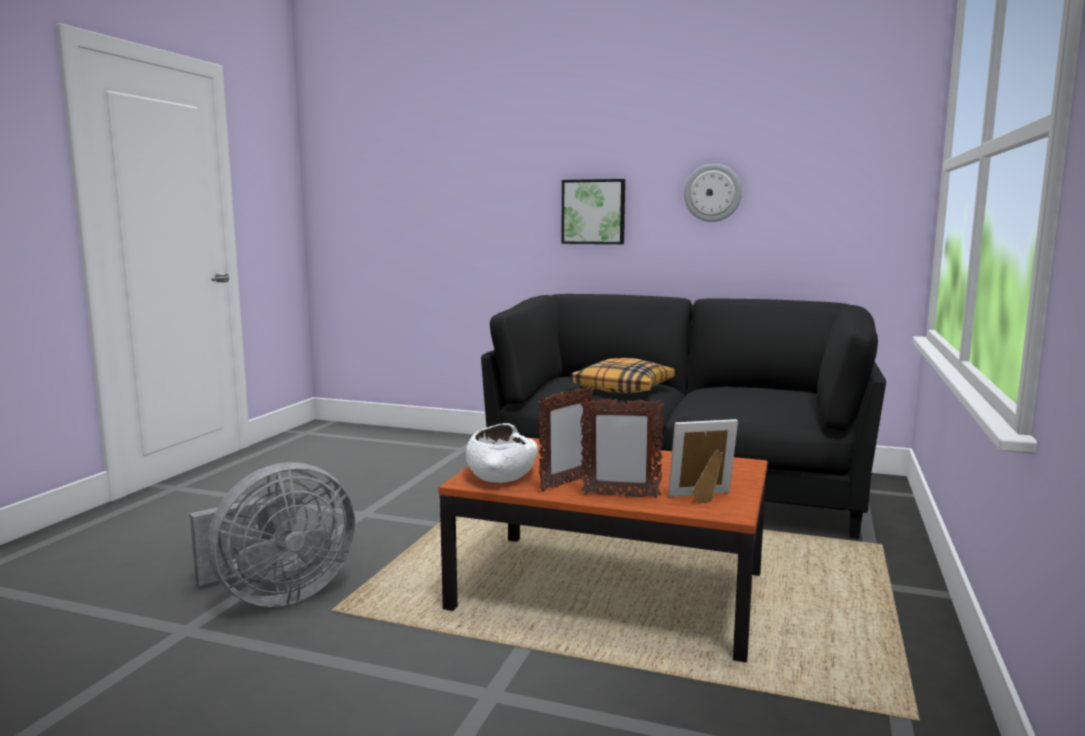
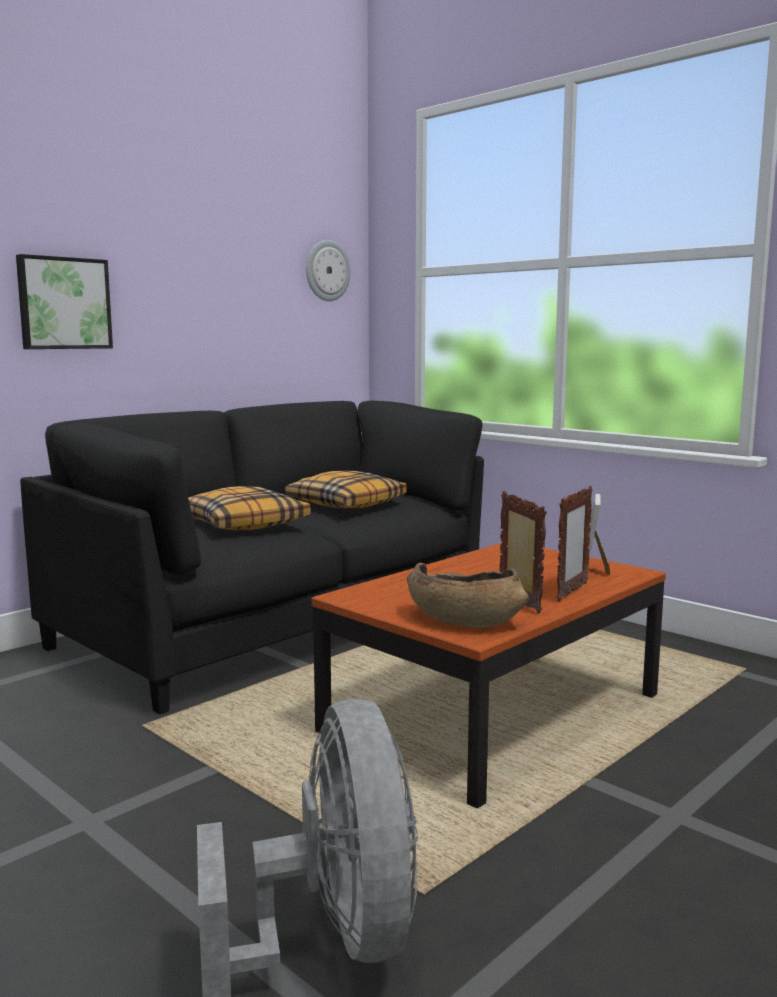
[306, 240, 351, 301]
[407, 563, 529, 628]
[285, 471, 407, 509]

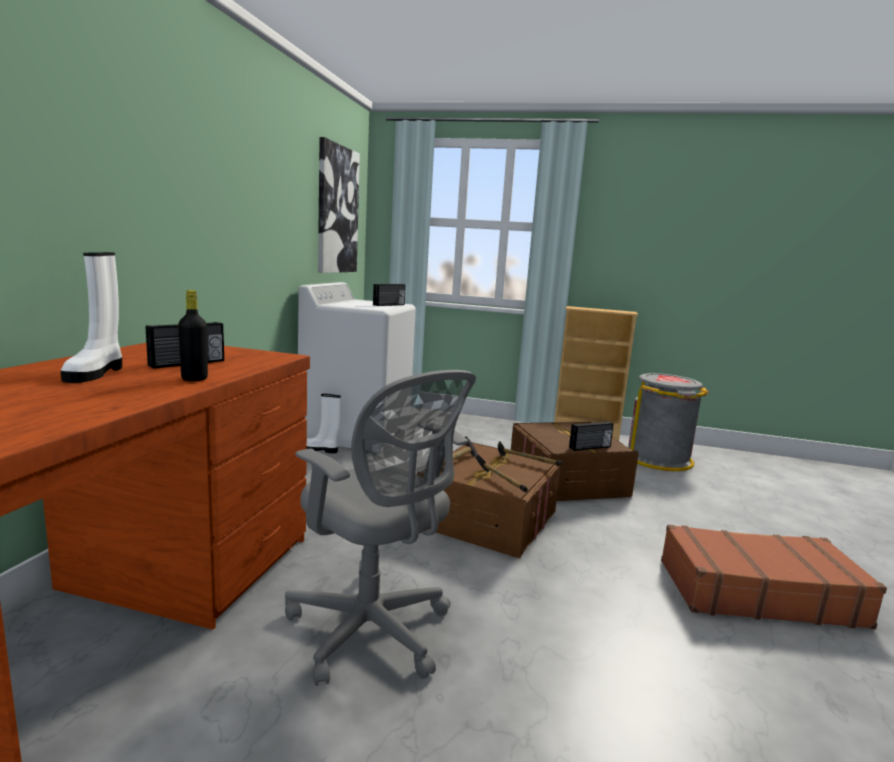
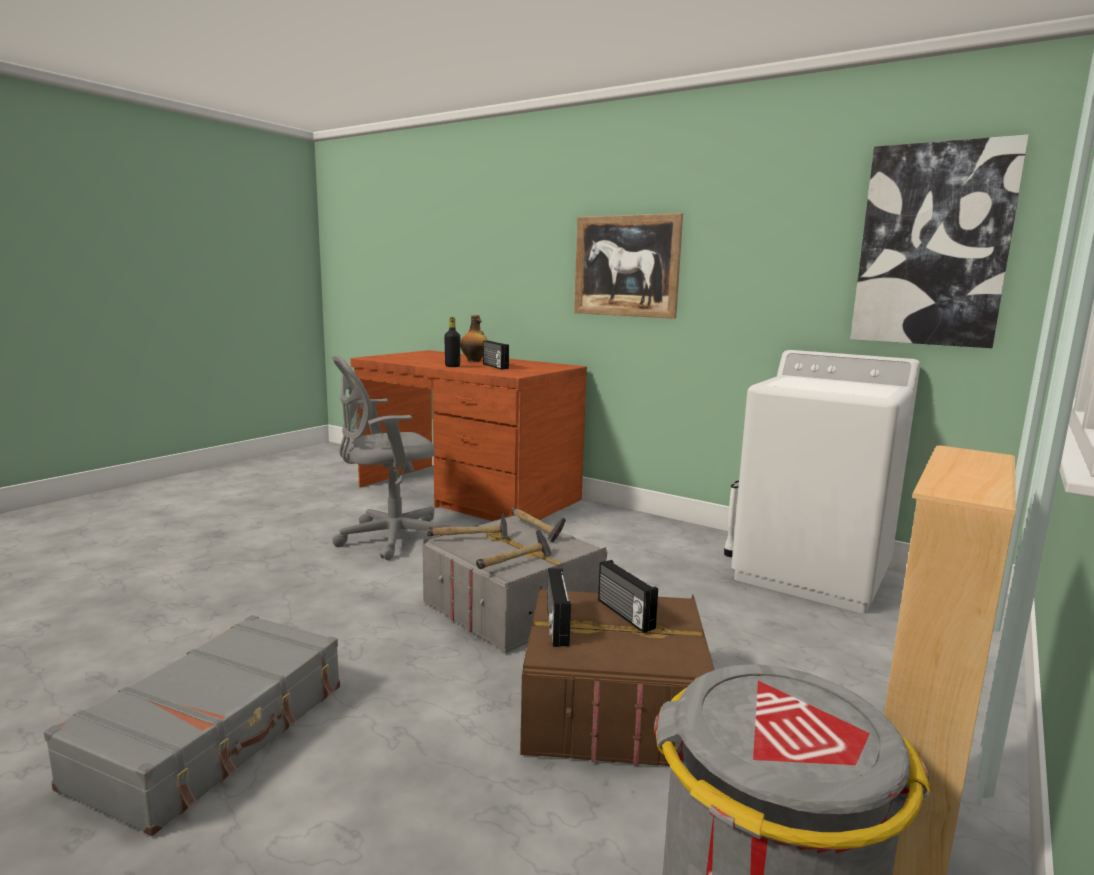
[460, 315, 488, 362]
[598, 560, 658, 633]
[422, 515, 607, 653]
[43, 615, 340, 836]
[574, 213, 683, 319]

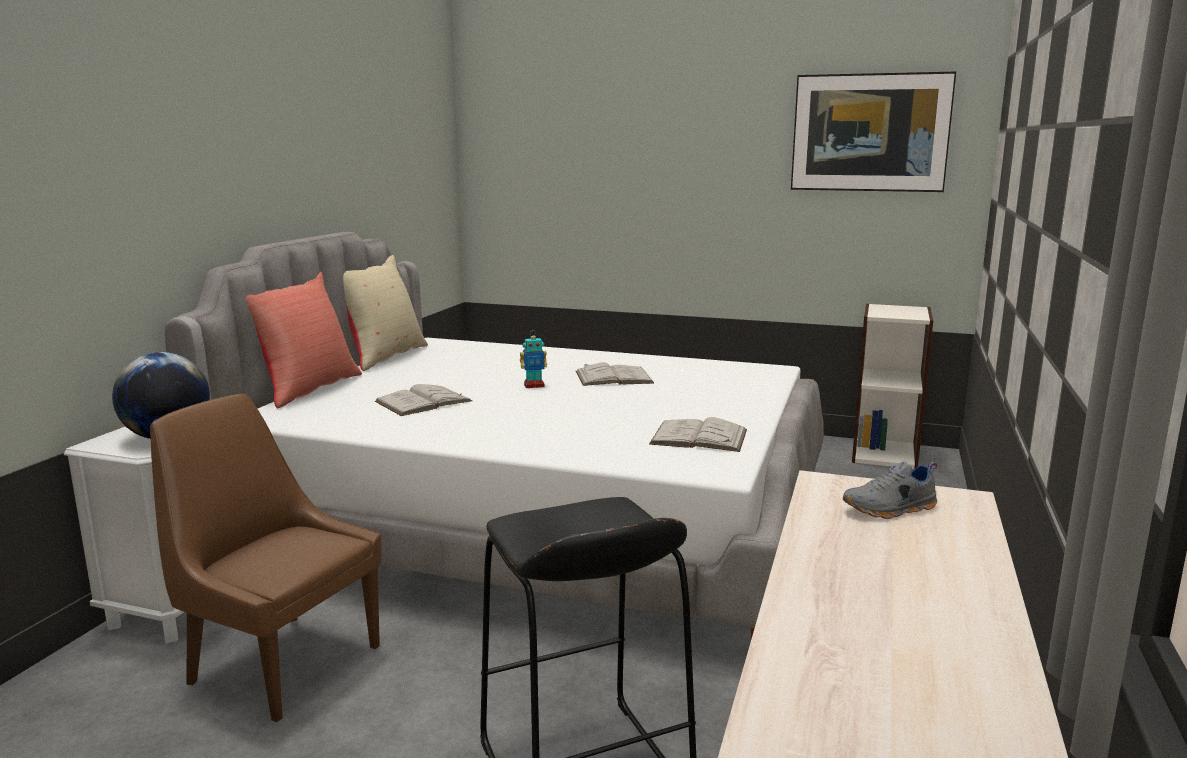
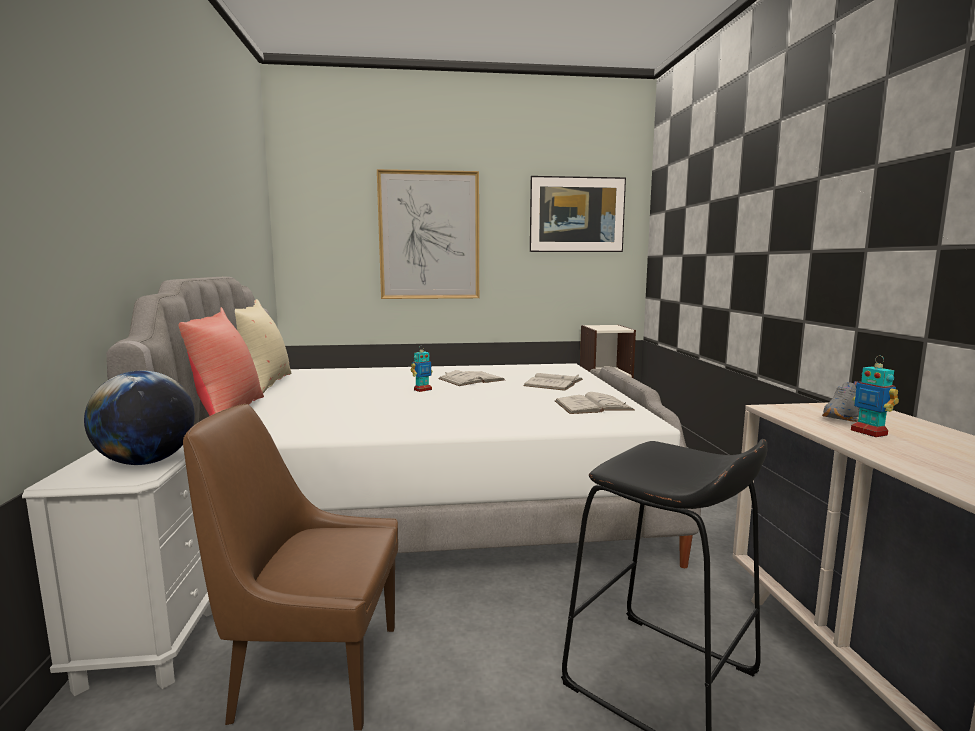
[523, 373, 583, 391]
[377, 169, 479, 299]
[851, 356, 899, 437]

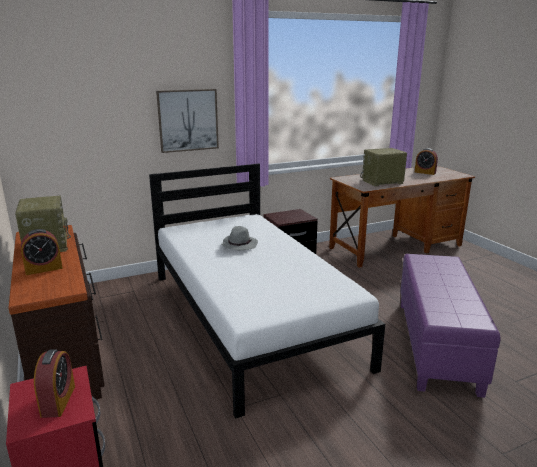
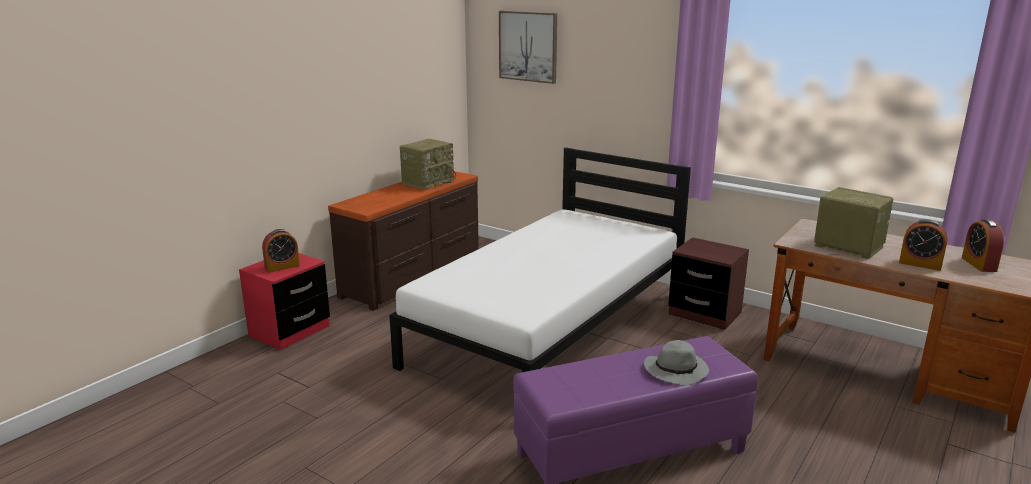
[499, 11, 557, 84]
[644, 340, 709, 386]
[899, 219, 948, 271]

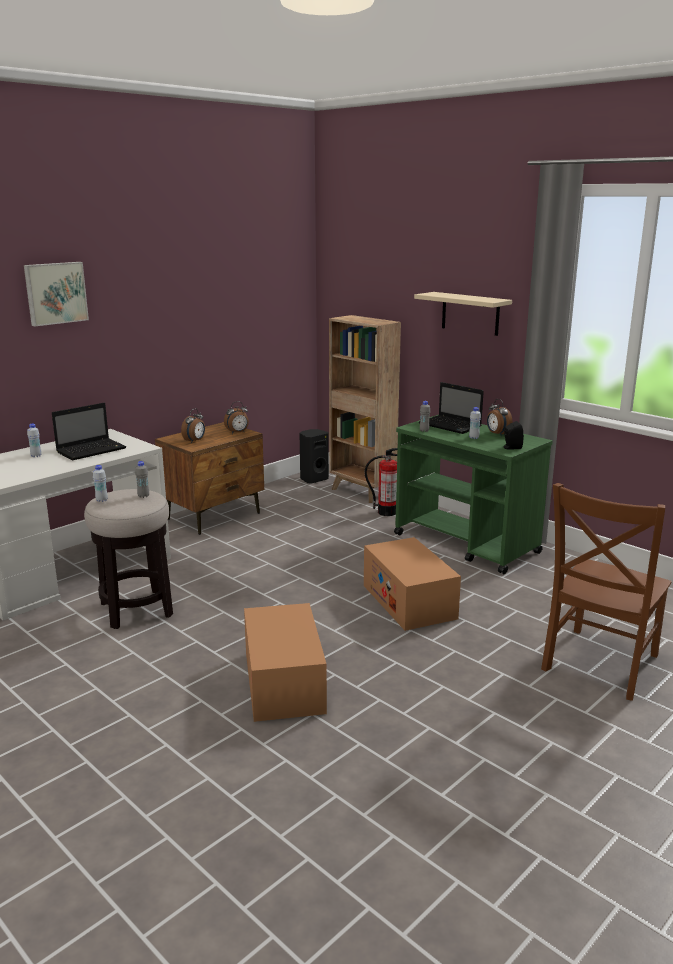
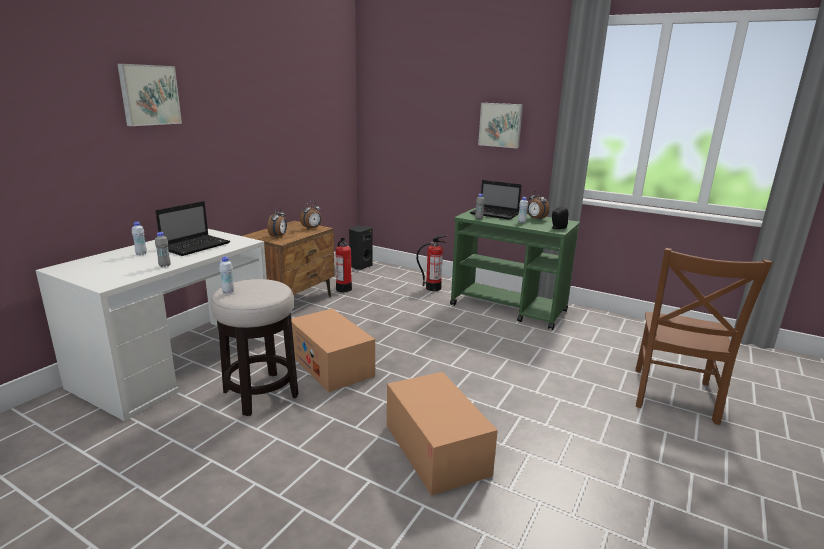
[478, 103, 523, 148]
[329, 315, 401, 503] (first image)
[155, 232, 171, 267]
[291, 308, 375, 392]
[335, 238, 352, 292]

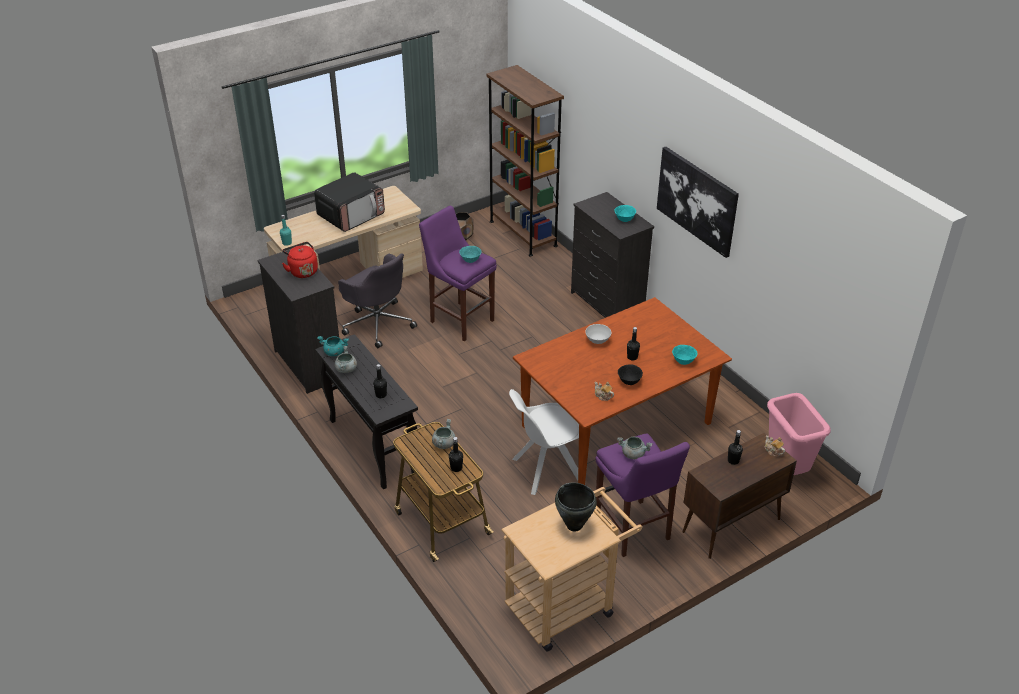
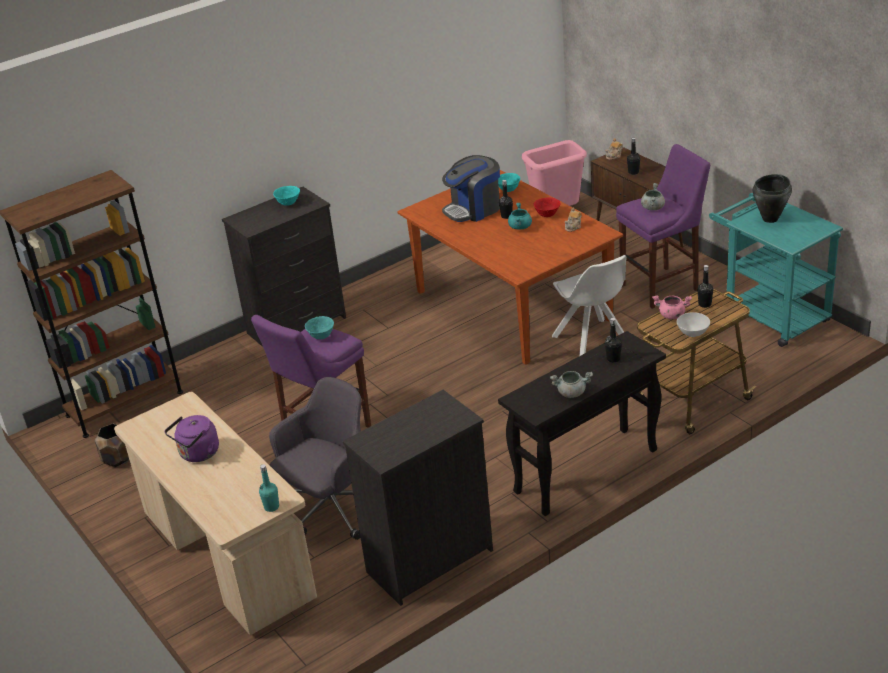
[657, 147, 739, 258] (first image)
[165, 415, 219, 462]
[282, 242, 318, 278] (first image)
[677, 312, 710, 337]
[508, 203, 532, 229]
[534, 197, 560, 217]
[652, 296, 692, 319]
[709, 193, 843, 347]
[442, 155, 500, 222]

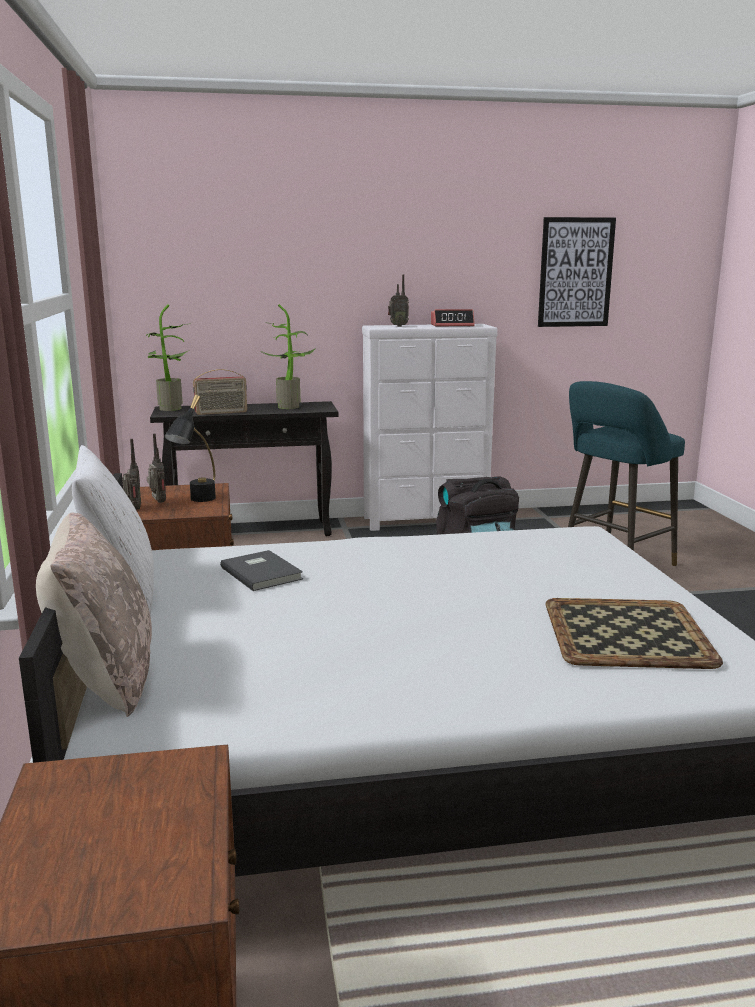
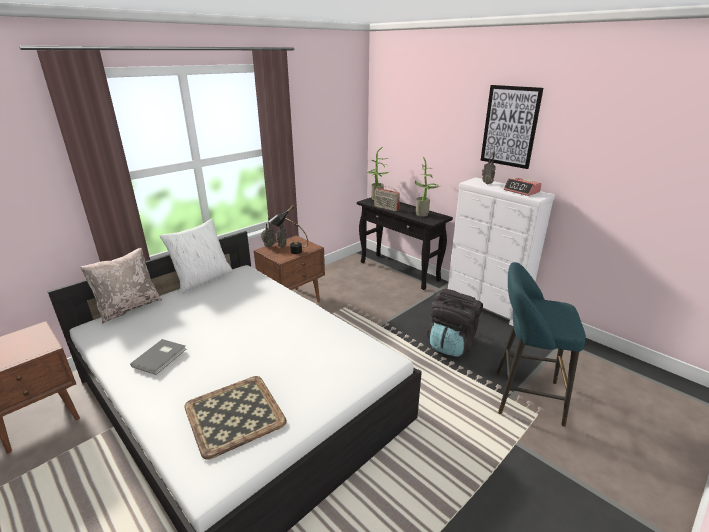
[481, 85, 543, 169]
[130, 339, 186, 375]

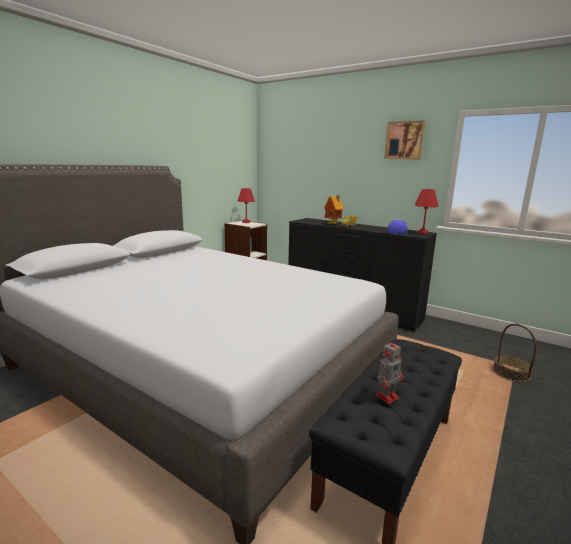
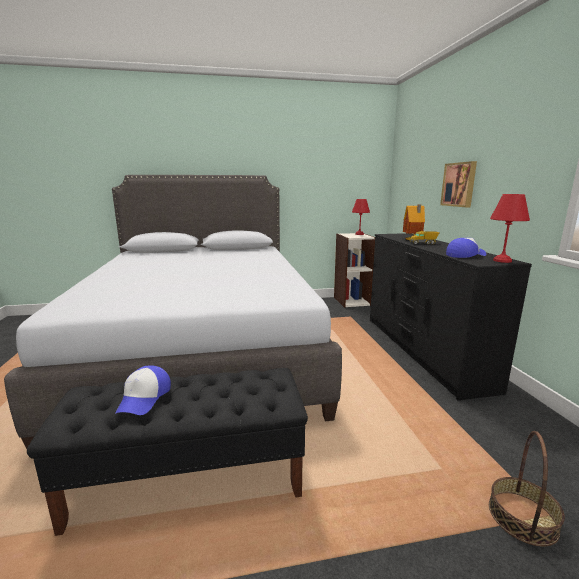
[440, 161, 477, 207]
[116, 365, 171, 415]

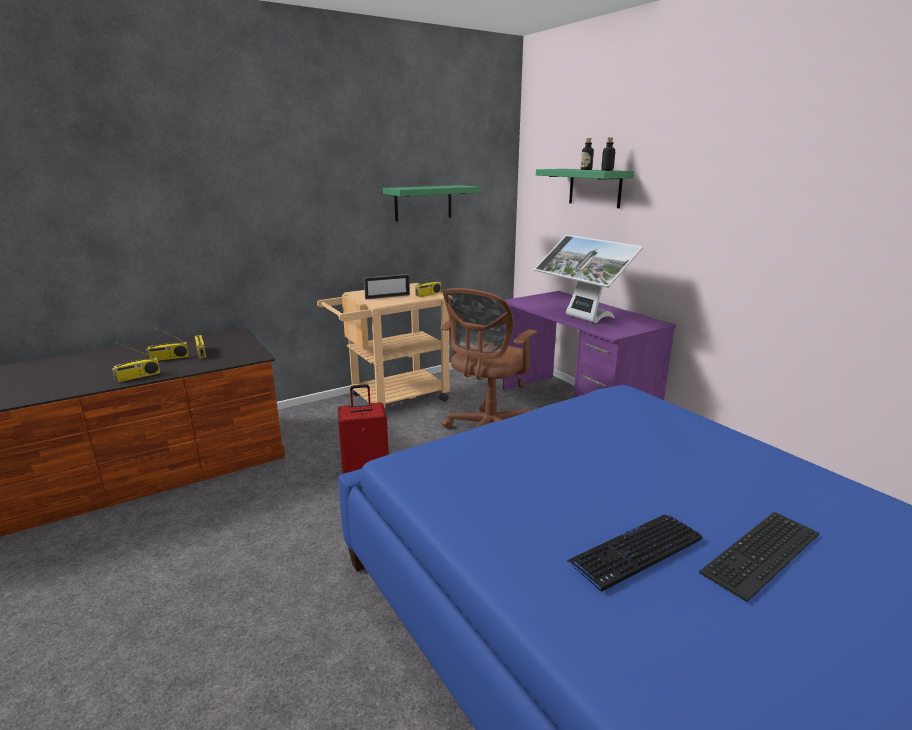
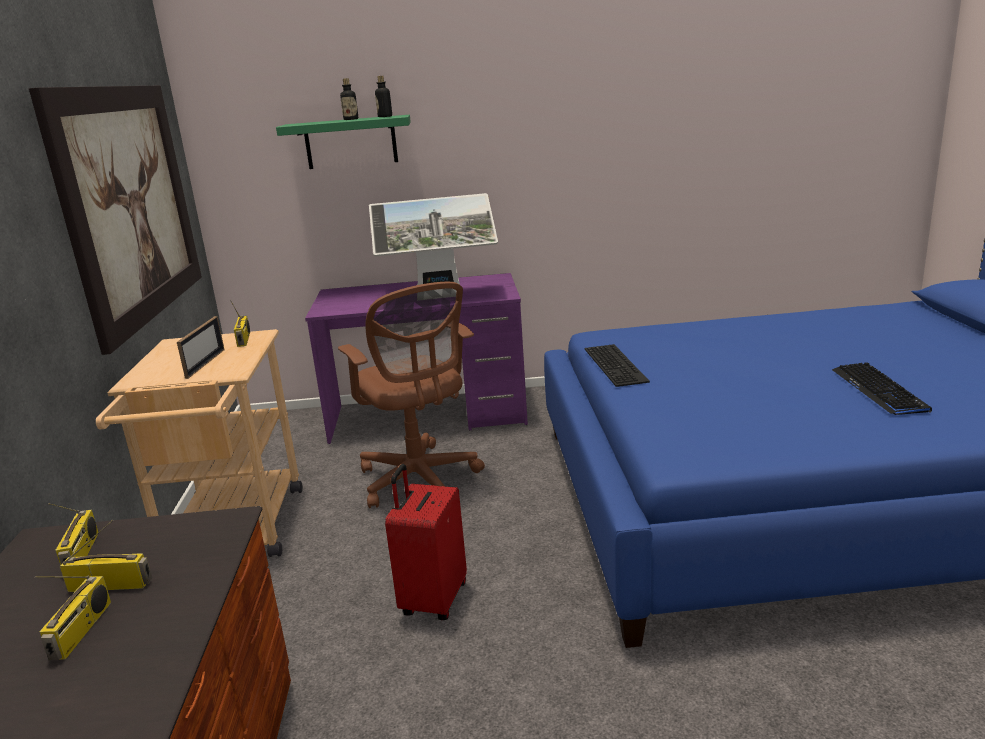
[29, 86, 202, 355]
[48, 503, 99, 565]
[585, 344, 650, 387]

